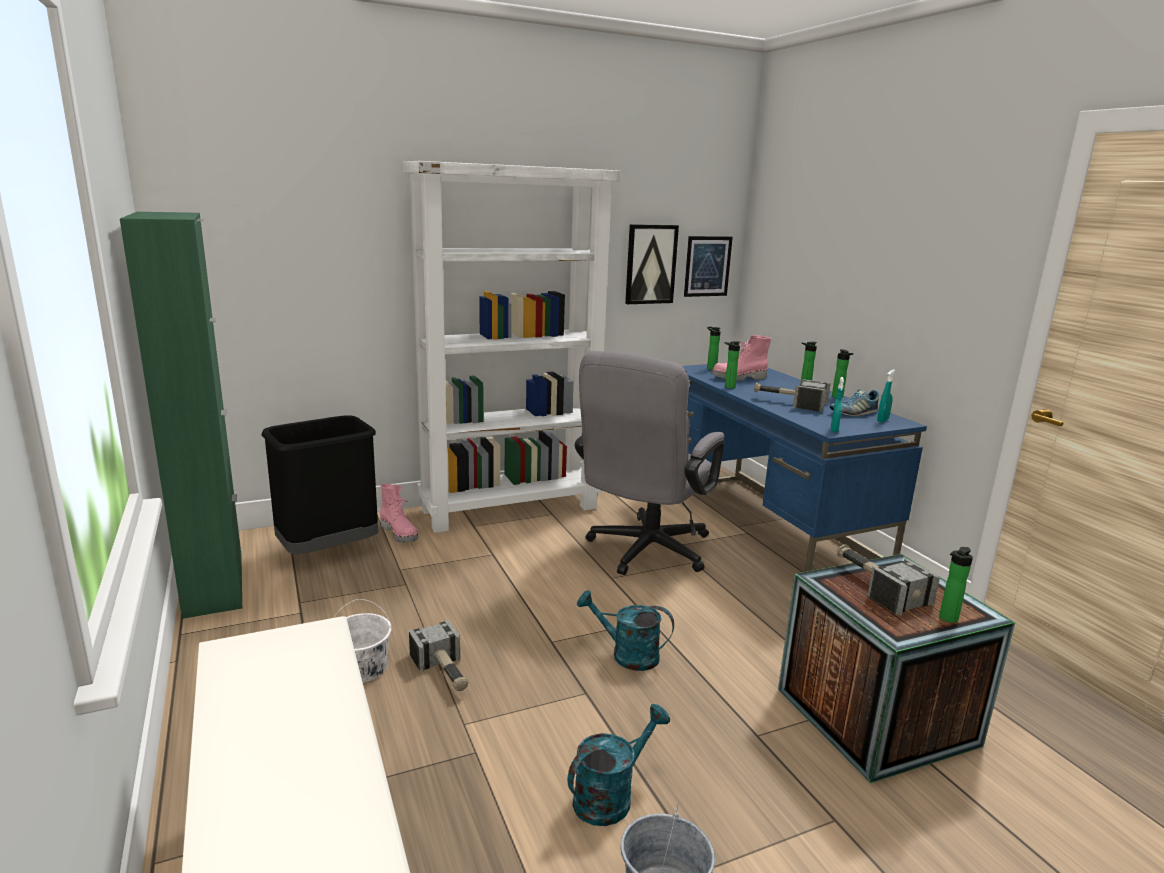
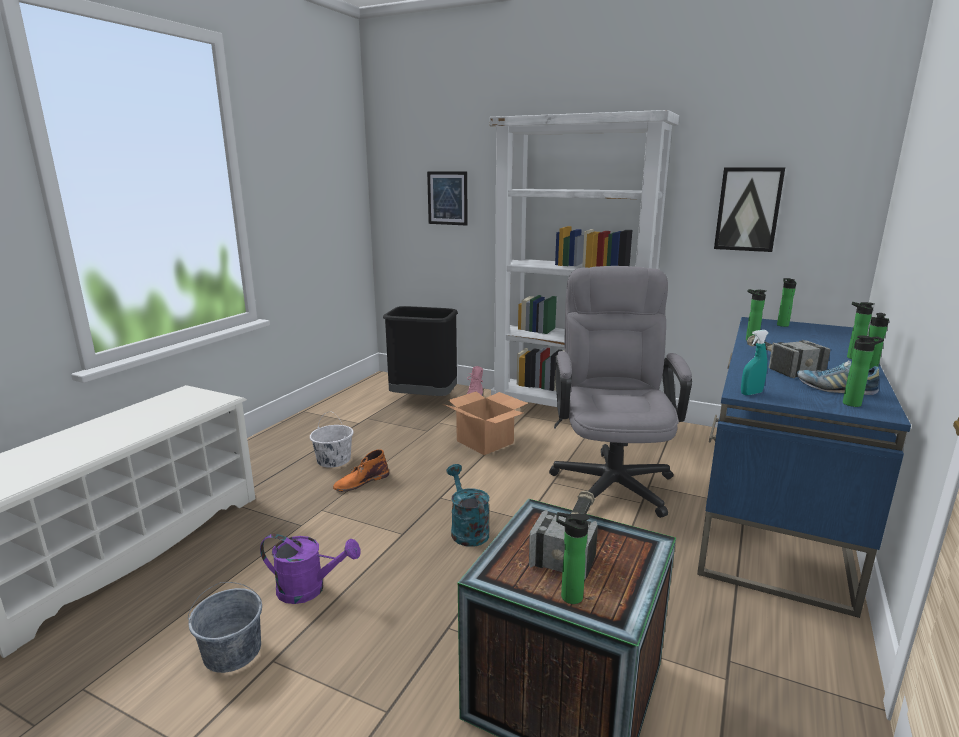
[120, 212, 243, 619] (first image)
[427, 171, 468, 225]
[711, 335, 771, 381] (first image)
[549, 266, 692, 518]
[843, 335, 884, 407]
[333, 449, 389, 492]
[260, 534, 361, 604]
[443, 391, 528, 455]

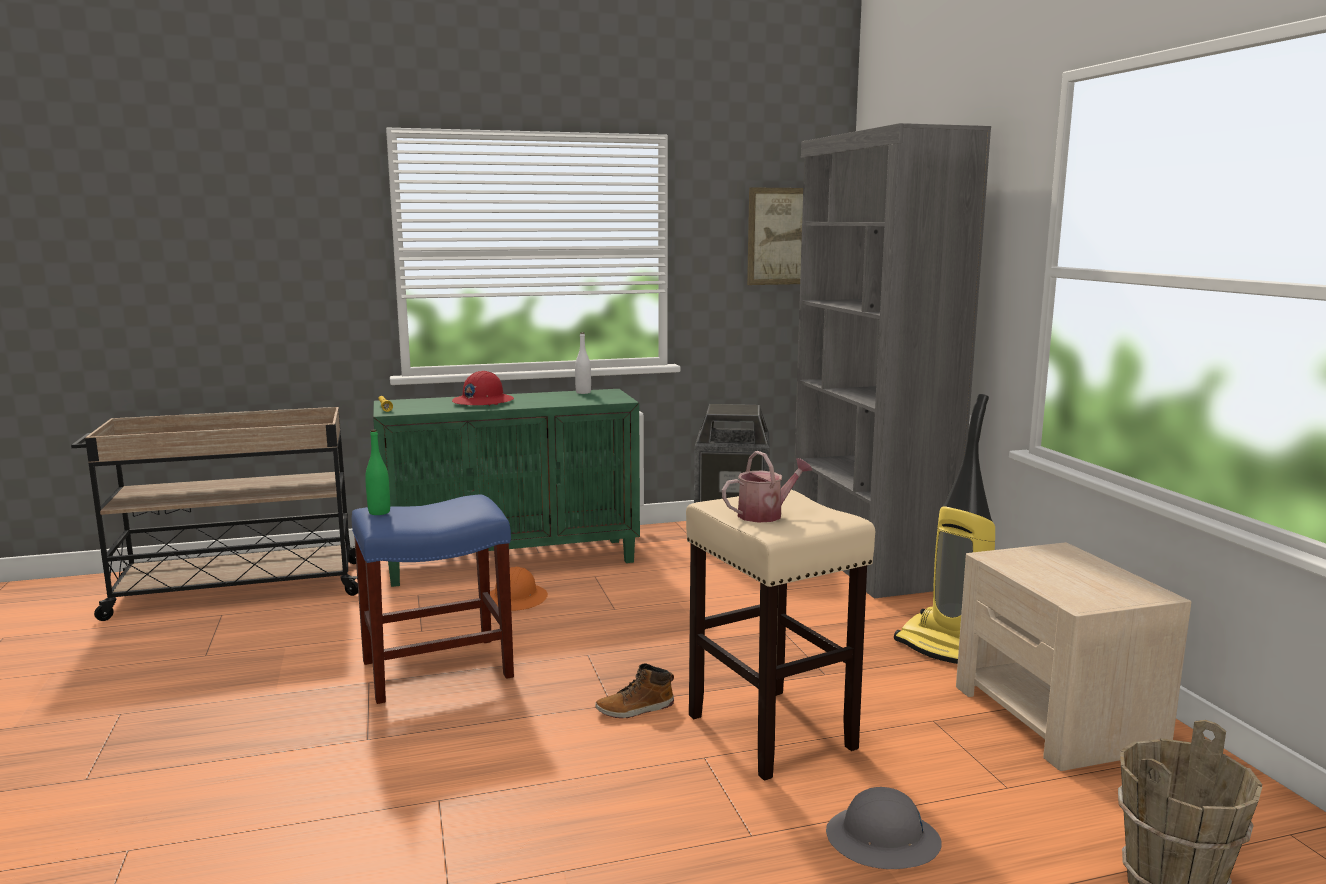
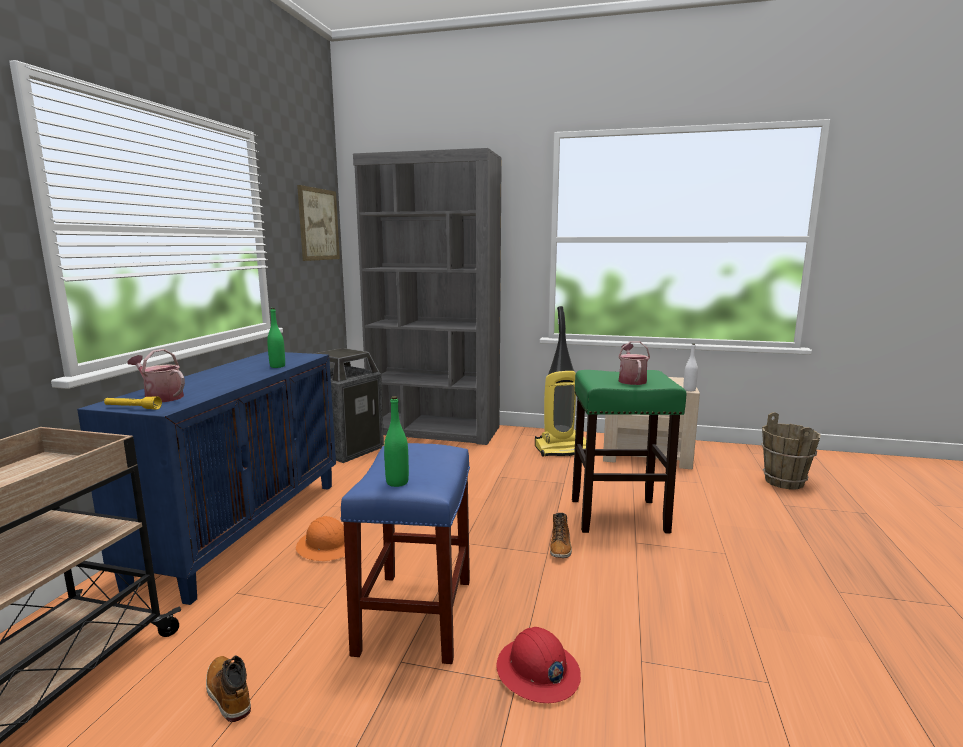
[683, 343, 698, 391]
[496, 627, 581, 703]
[77, 351, 336, 605]
[572, 370, 687, 533]
[826, 787, 942, 869] (first image)
[267, 308, 285, 368]
[127, 349, 185, 402]
[206, 655, 251, 722]

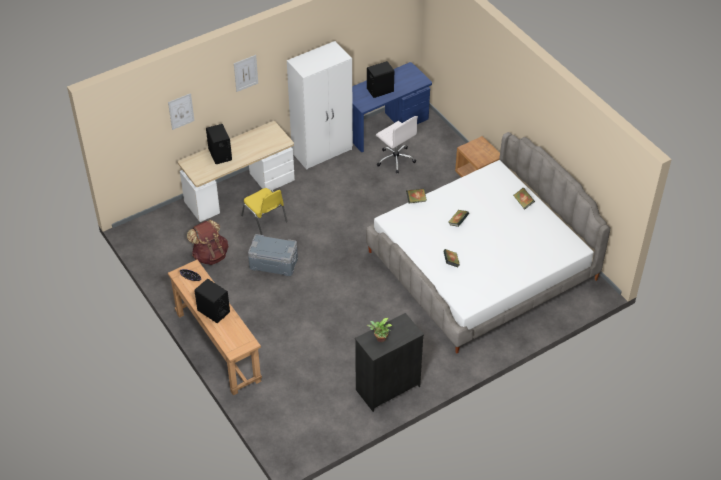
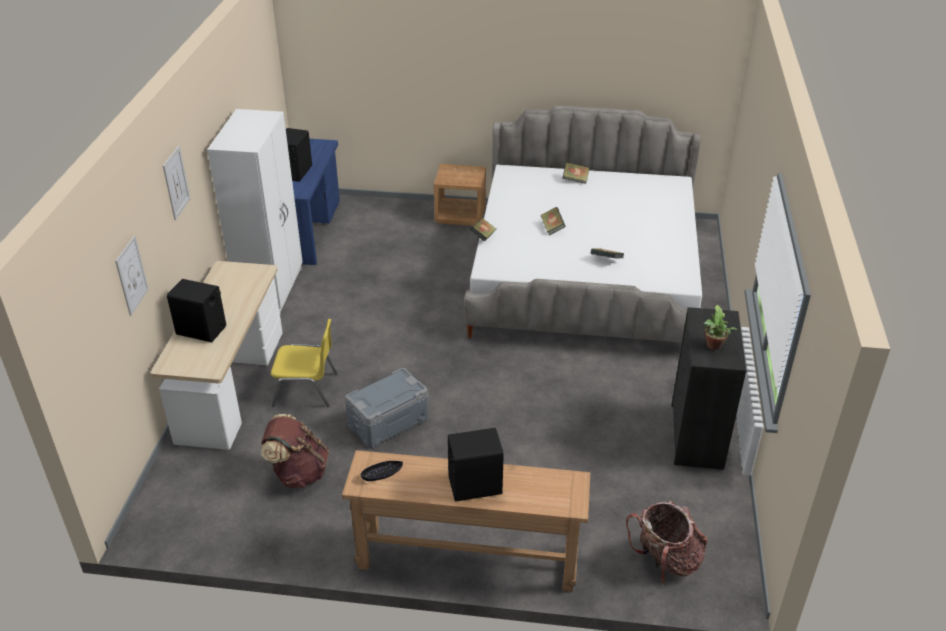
[376, 116, 418, 174] (first image)
[626, 500, 707, 586]

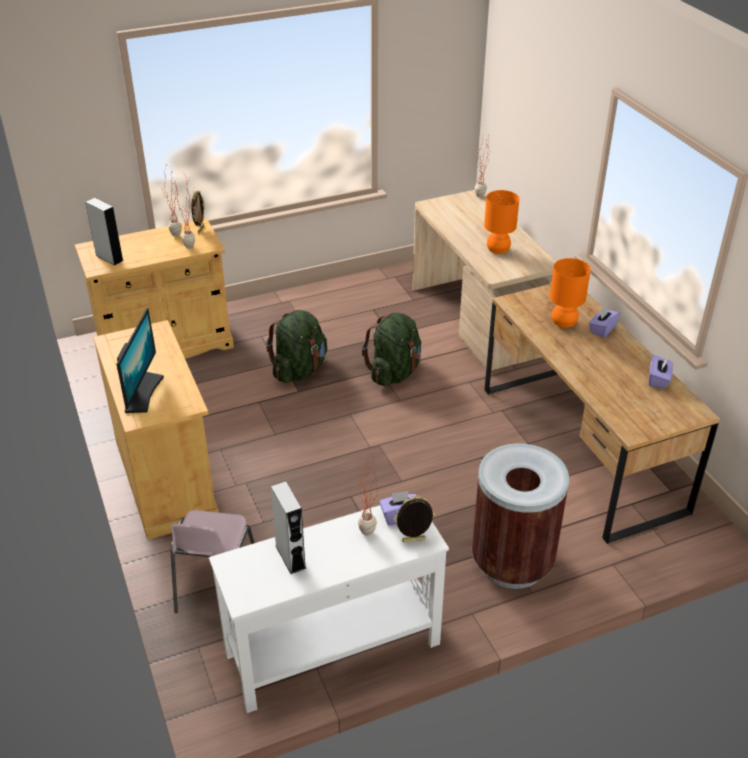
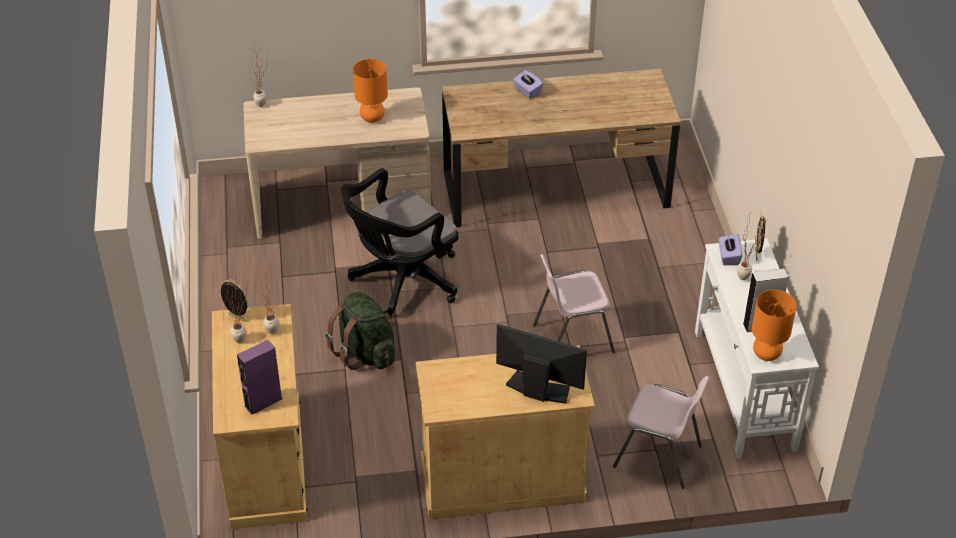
[237, 340, 283, 415]
[752, 290, 797, 361]
[341, 168, 459, 317]
[649, 355, 673, 389] (first image)
[472, 444, 569, 589] (first image)
[533, 254, 615, 353]

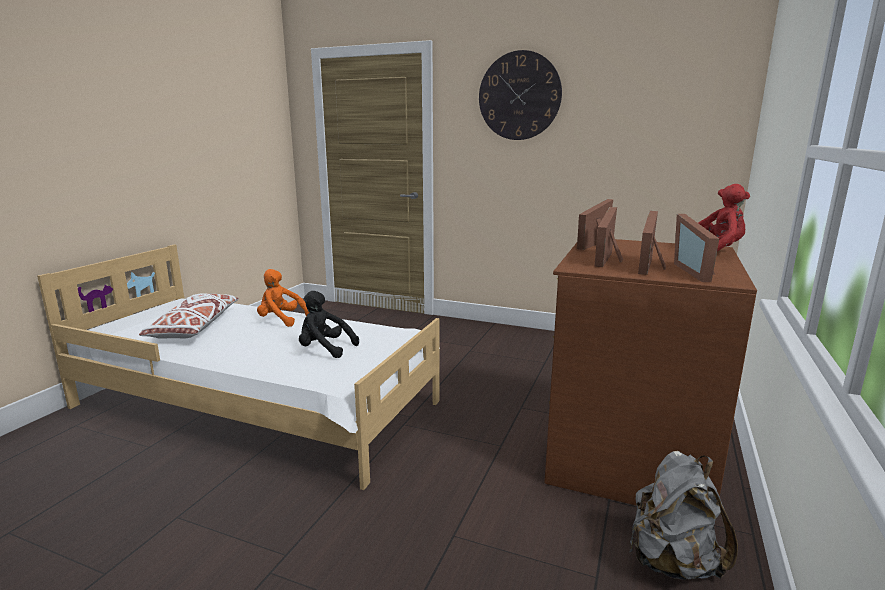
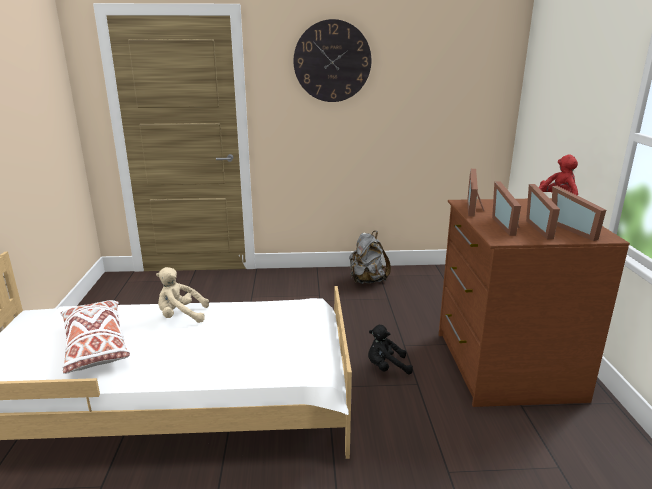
[156, 267, 209, 323]
[368, 325, 413, 374]
[349, 231, 391, 284]

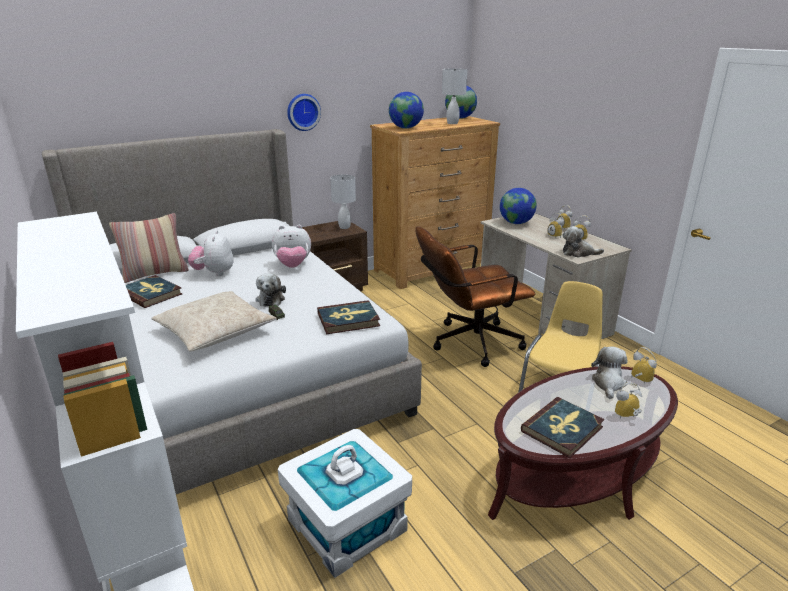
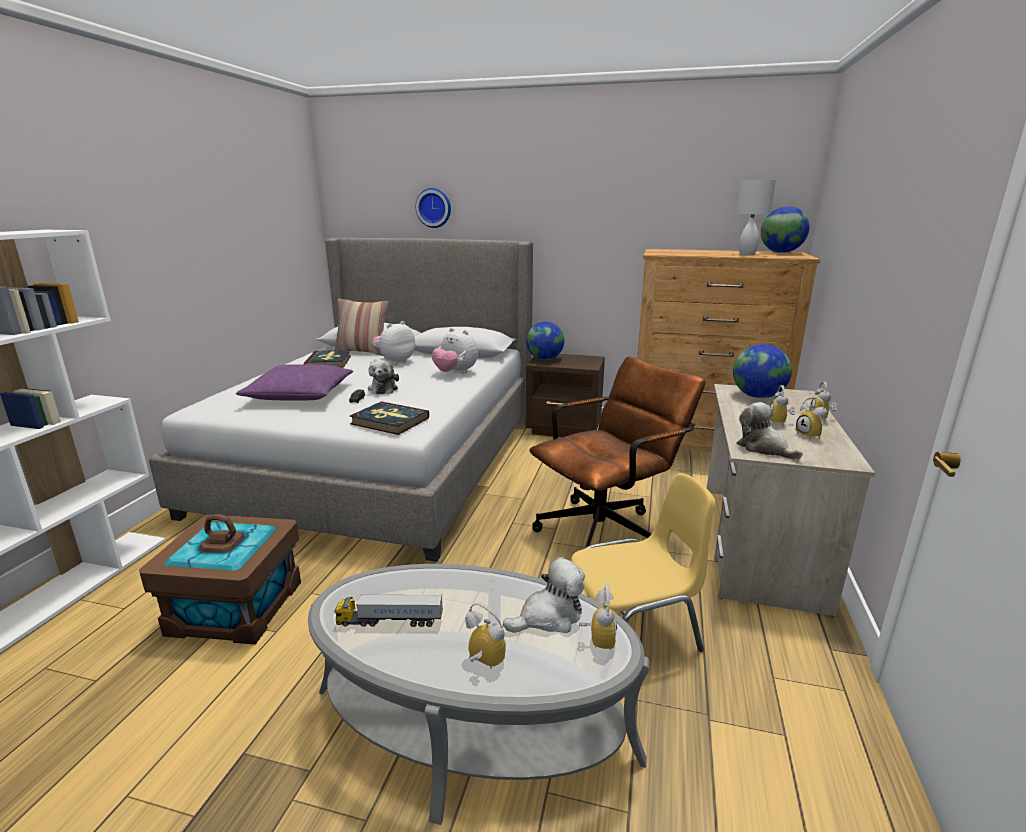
[526, 322, 564, 360]
[416, 188, 451, 228]
[330, 175, 356, 229] (first image)
[529, 356, 706, 547]
[368, 360, 399, 394]
[236, 364, 353, 401]
[308, 564, 649, 825]
[335, 594, 443, 627]
[139, 514, 301, 645]

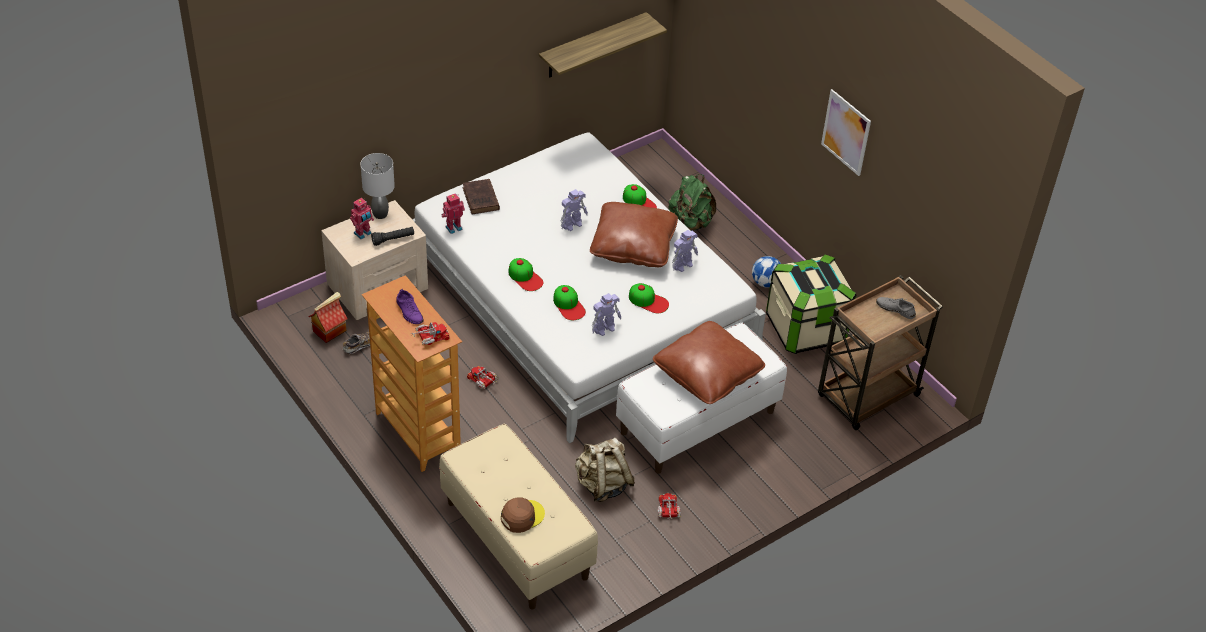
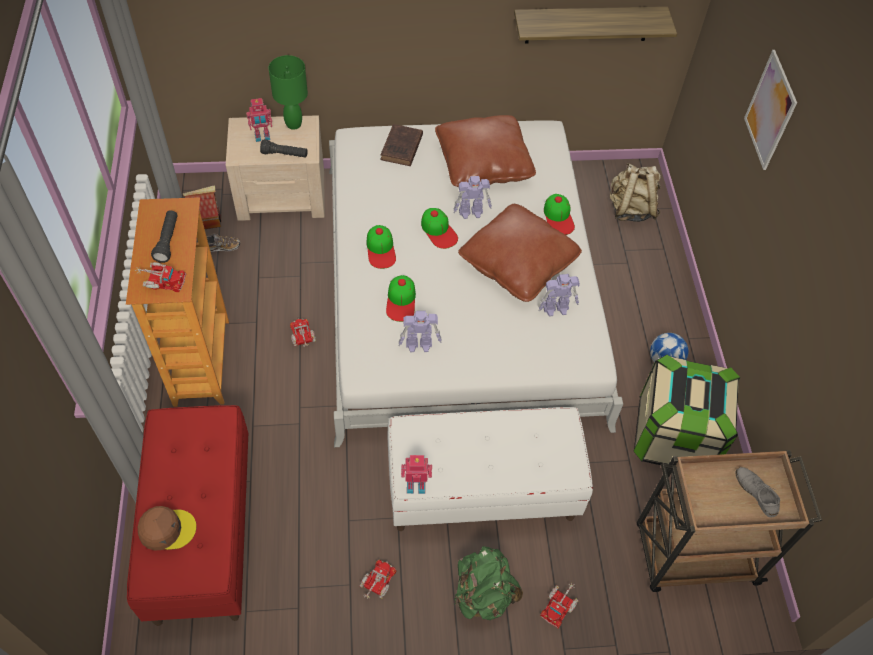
[744, 50, 797, 170]
[268, 55, 308, 130]
[454, 546, 523, 620]
[401, 455, 432, 494]
[421, 208, 458, 249]
[151, 211, 178, 263]
[435, 115, 536, 187]
[127, 405, 248, 626]
[610, 163, 661, 222]
[540, 582, 578, 628]

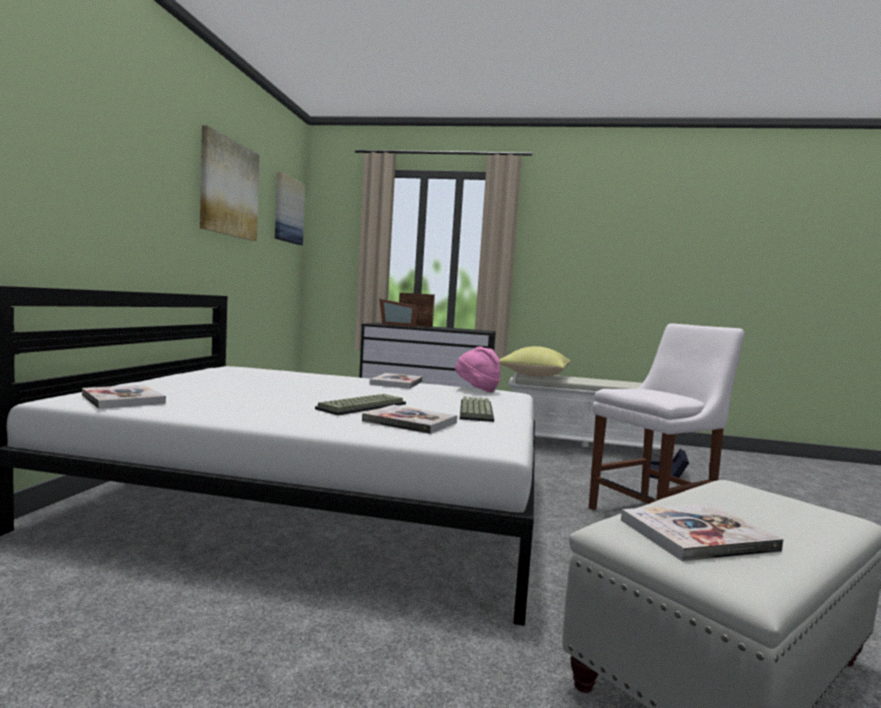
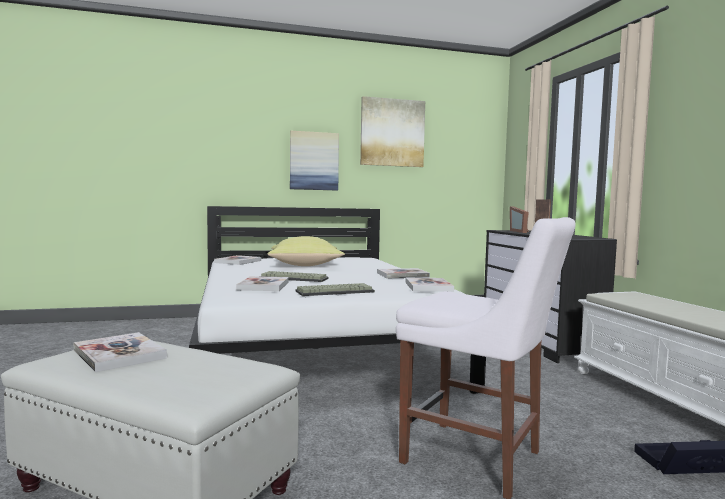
[290, 131, 339, 191]
[405, 278, 454, 292]
[267, 236, 345, 266]

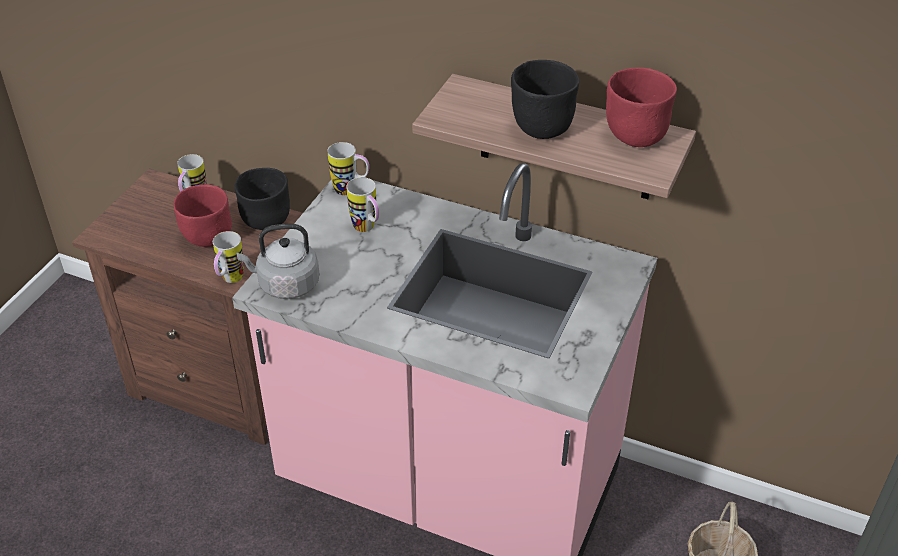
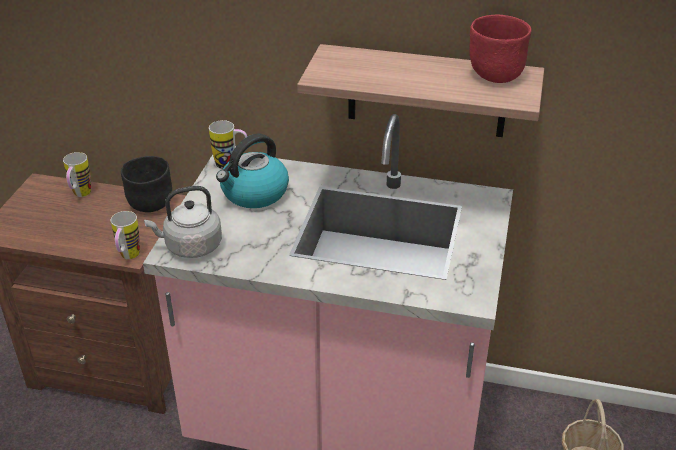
[511, 60, 579, 139] (first image)
[216, 134, 289, 208]
[173, 185, 232, 247] (first image)

